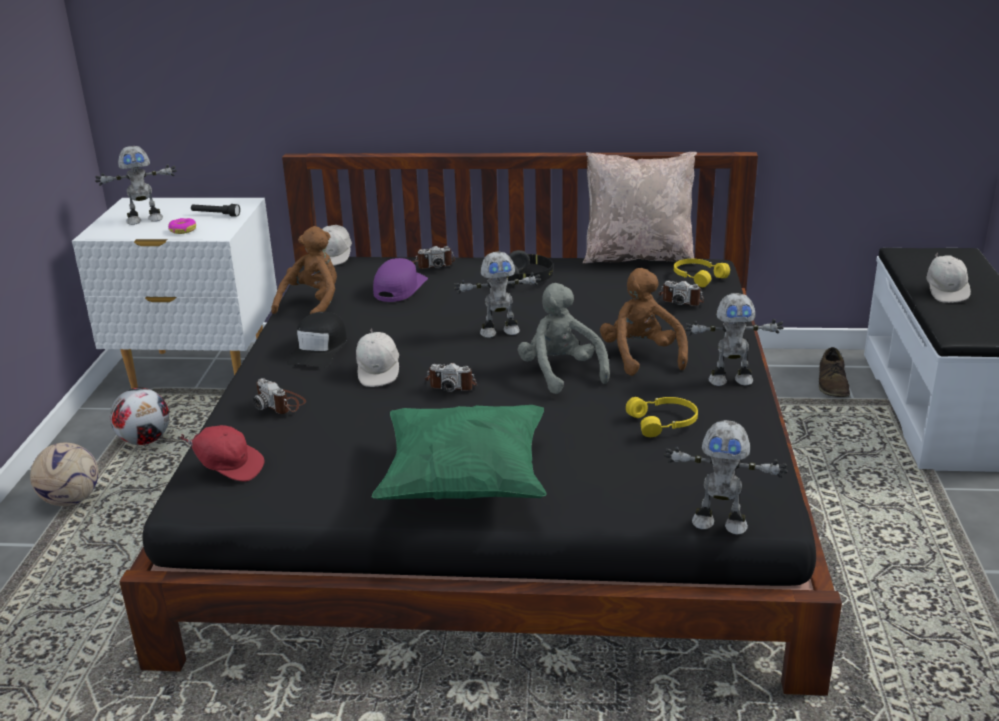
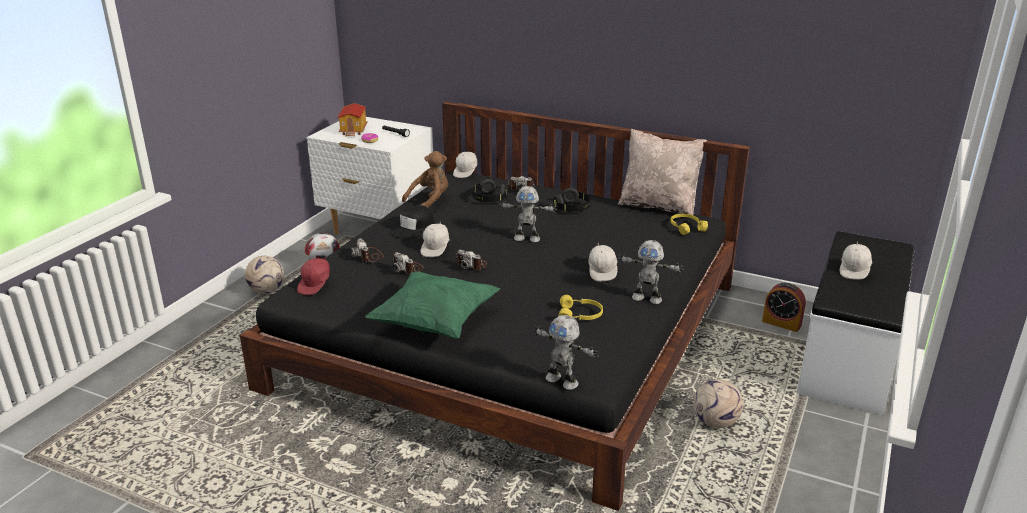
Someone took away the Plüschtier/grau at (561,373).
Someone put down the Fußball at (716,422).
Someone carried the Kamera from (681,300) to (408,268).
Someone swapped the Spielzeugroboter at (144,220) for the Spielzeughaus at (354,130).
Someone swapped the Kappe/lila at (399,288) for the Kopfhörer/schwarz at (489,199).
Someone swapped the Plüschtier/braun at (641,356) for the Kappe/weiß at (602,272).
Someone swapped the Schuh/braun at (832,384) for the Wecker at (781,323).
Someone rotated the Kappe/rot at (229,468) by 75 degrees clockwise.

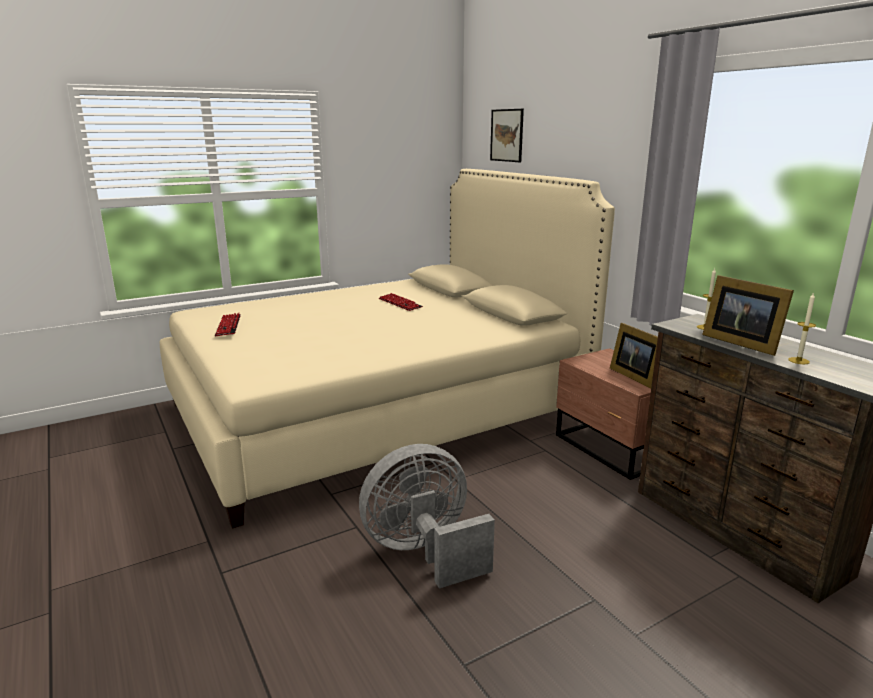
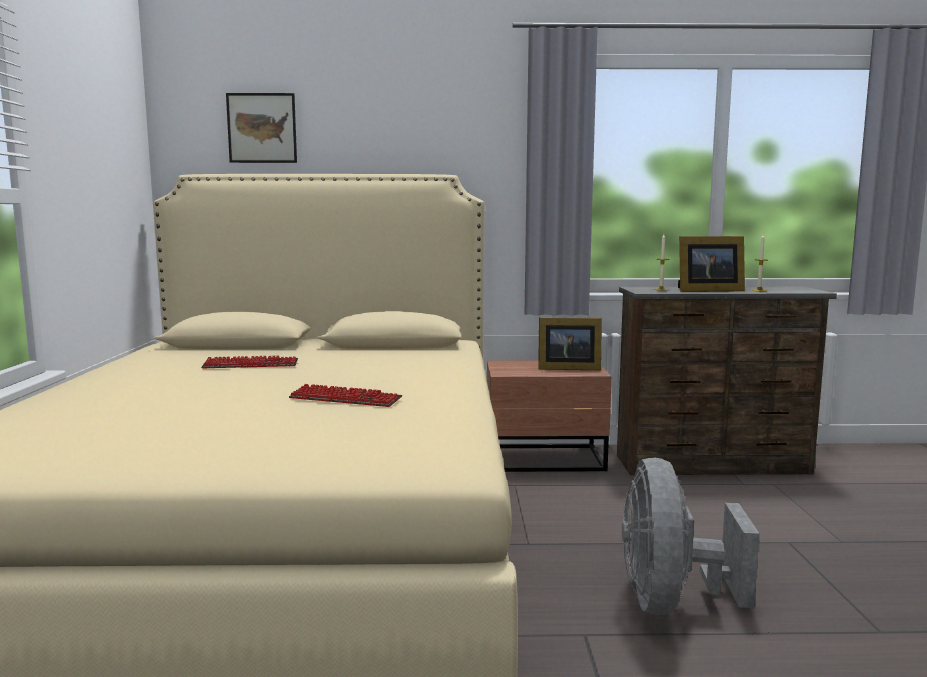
Someone carried the Tastatur from (228,326) to (345,399).

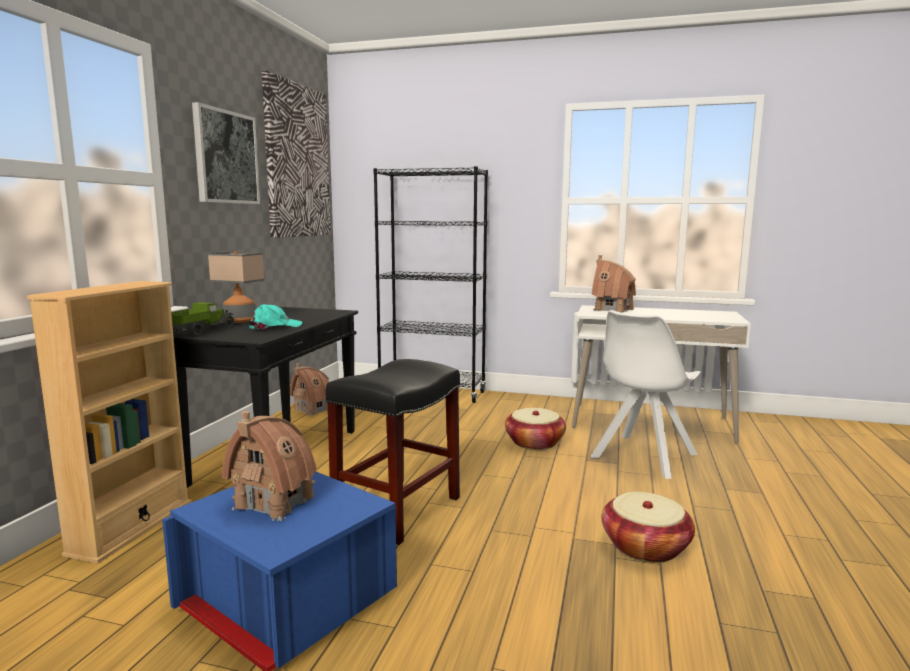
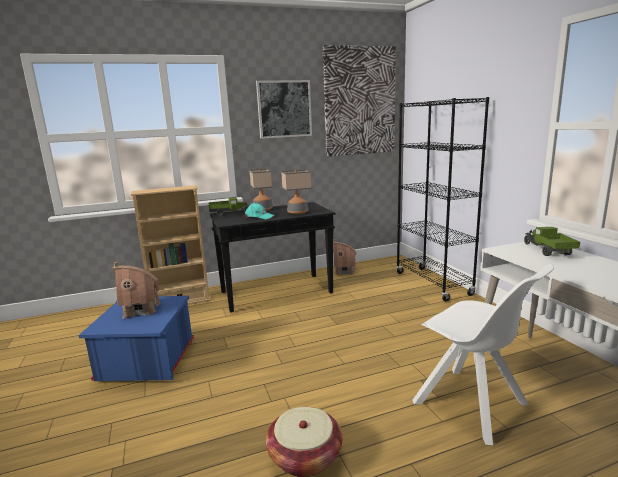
Someone took away the Hocker/schwarz at (398,509).
Someone took away the Korb at (534,443).
Someone put down the Tischlampe at (298,212).
Someone swapped the Spielzeughaus at (612,309) for the Spielzeuglaster at (547,250).
Someone rotated the Stuhl/weiß at (642,457) by 135 degrees counterclockwise.

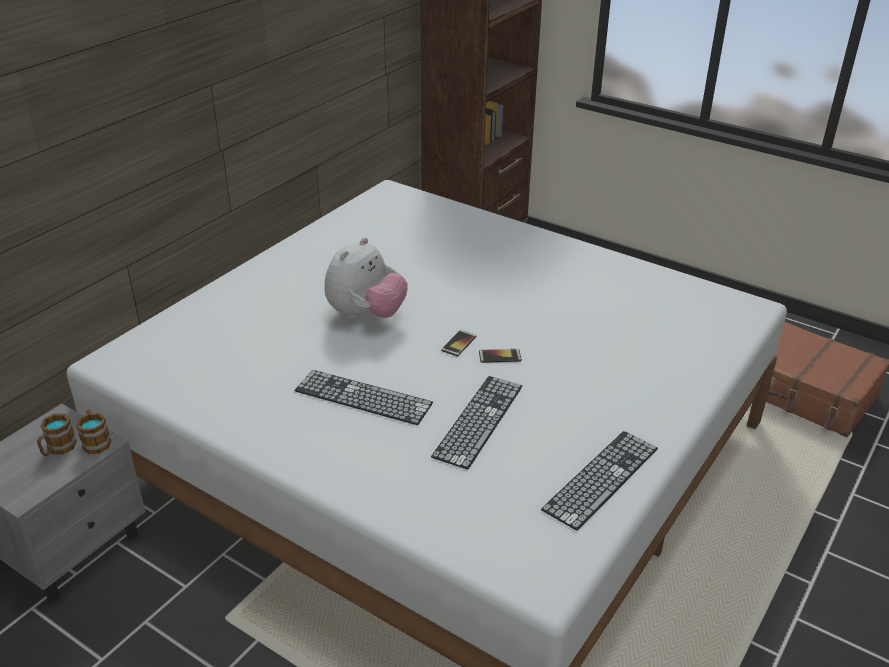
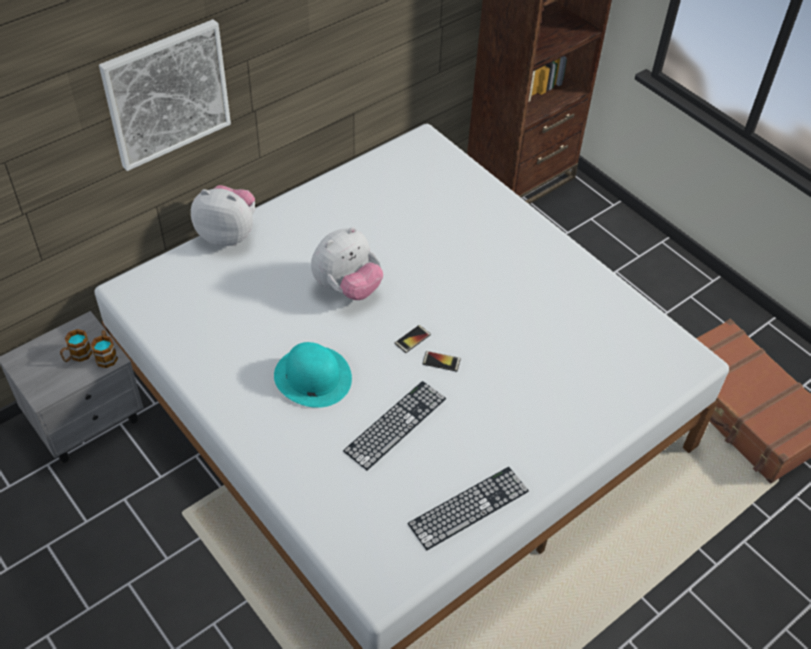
Someone put up the Bild at (167,94).
Someone put down the Plüschtier at (228,234).
Someone swapped the Tastatur at (363,397) for the Hut/türkis at (312,377).

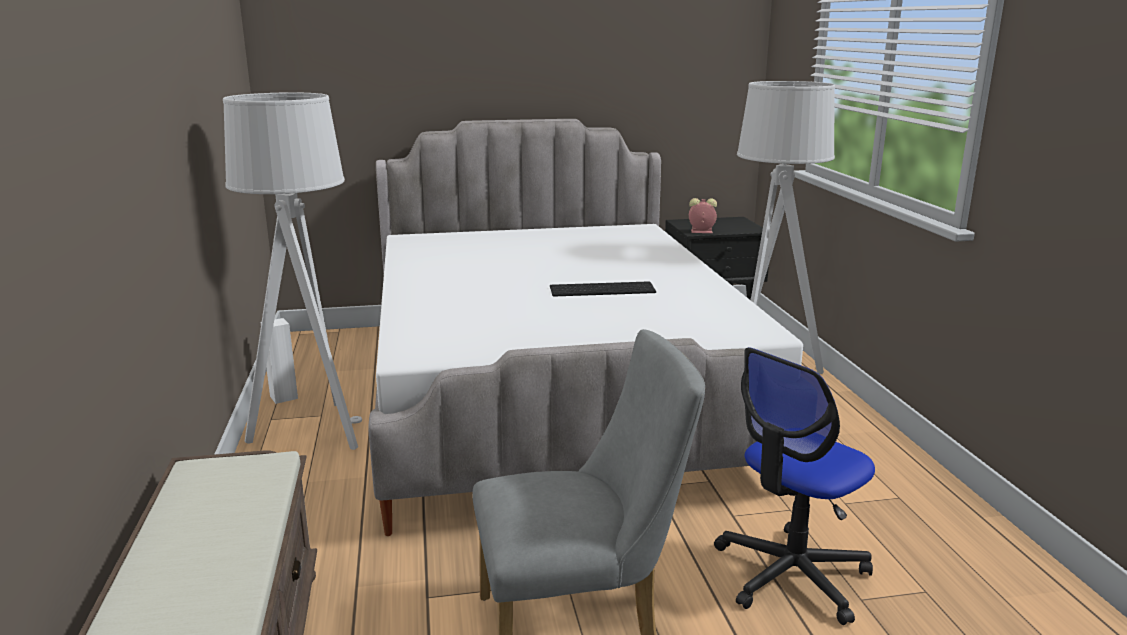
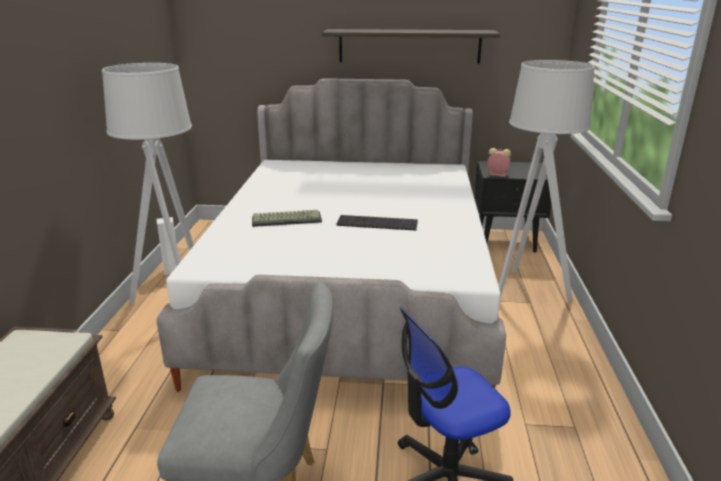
Someone put down the Tastatur at (287,219).
Someone put up the Wandregal at (409,46).

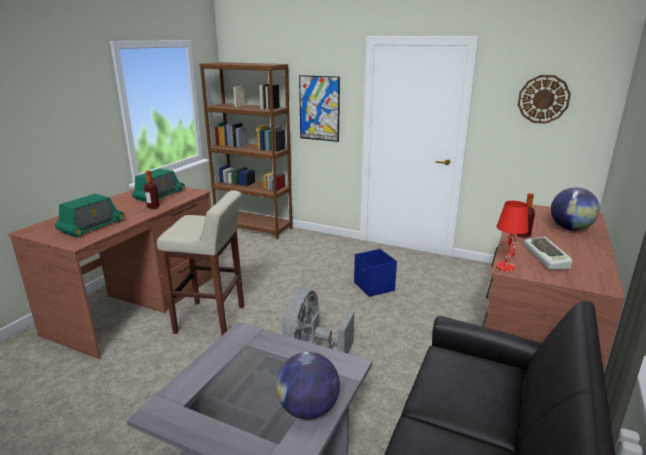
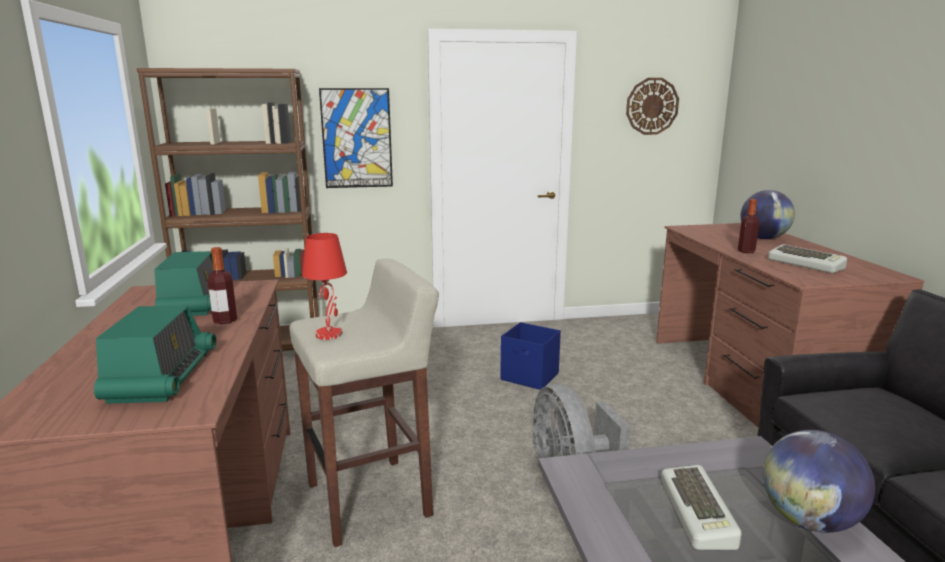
Someone put down the Tastatur at (700,514).
Someone carried the Tischlampe/rot from (505,267) to (329,334).

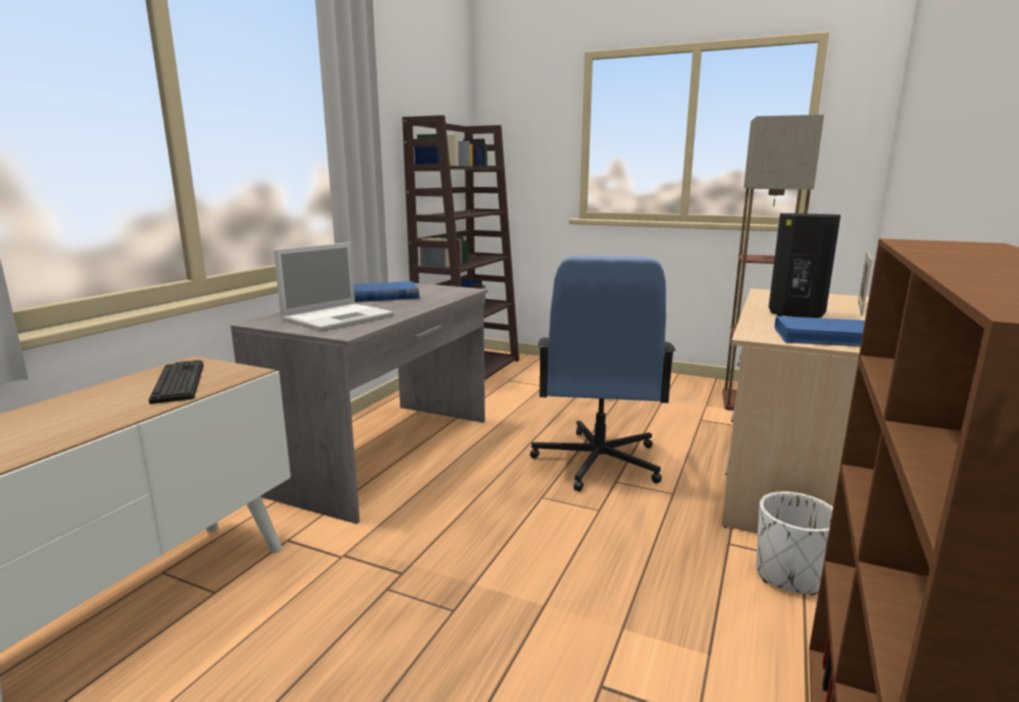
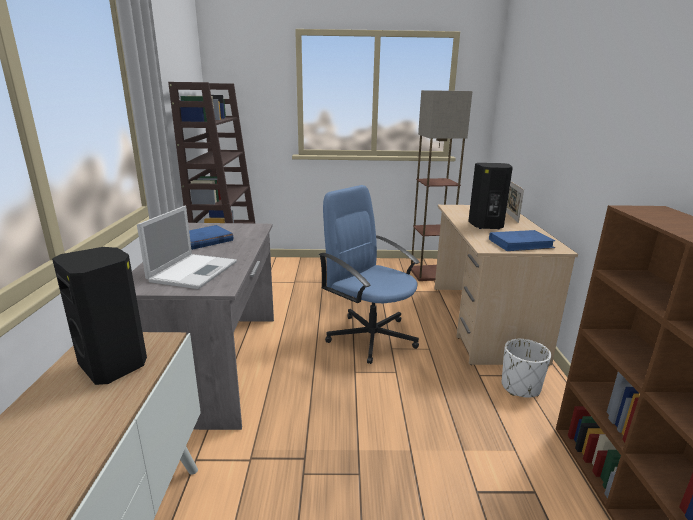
Someone swapped the Tastatur at (179,382) for the Lautsprecher/schwarz at (115,365).
Someone rotated the Bürostuhl/blau at (597,462) by 150 degrees clockwise.

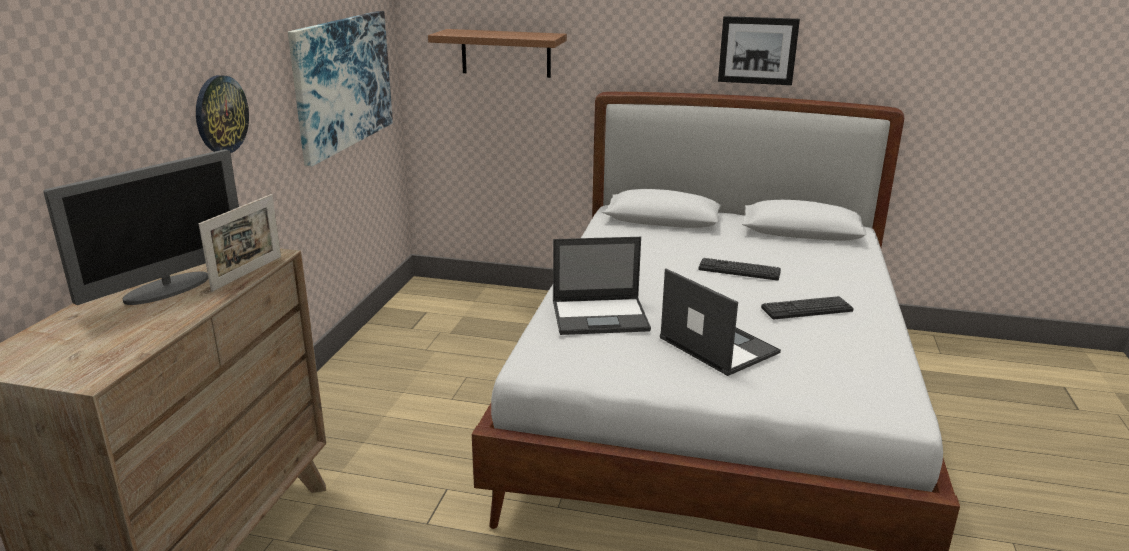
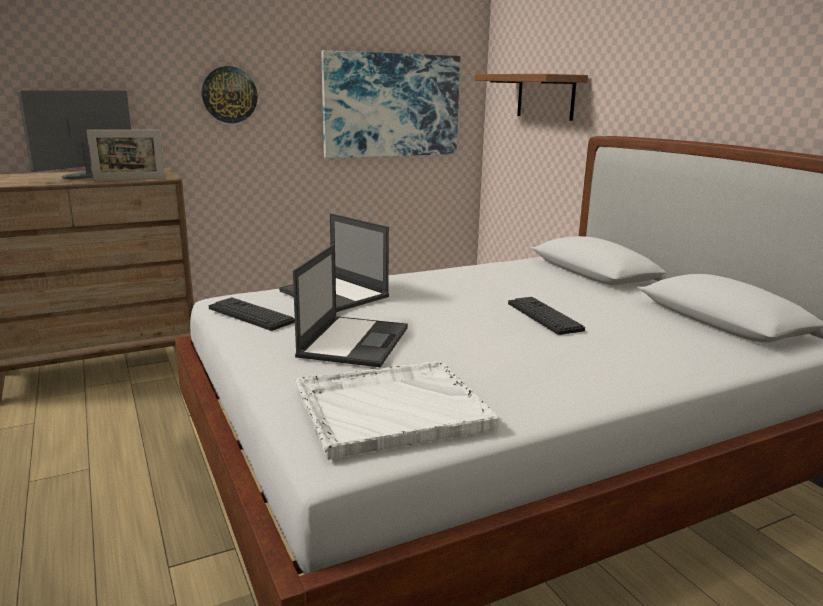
Someone took away the Bild at (757,50).
Someone put down the Tablett/weiß at (390,409).
Someone carried the Tastatur from (806,309) to (250,315).
Someone rotated the Monitor at (168,289) by 120 degrees clockwise.

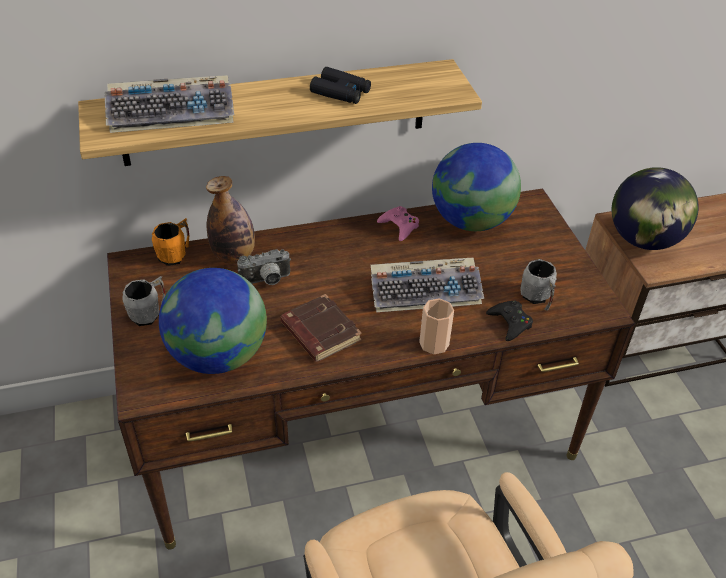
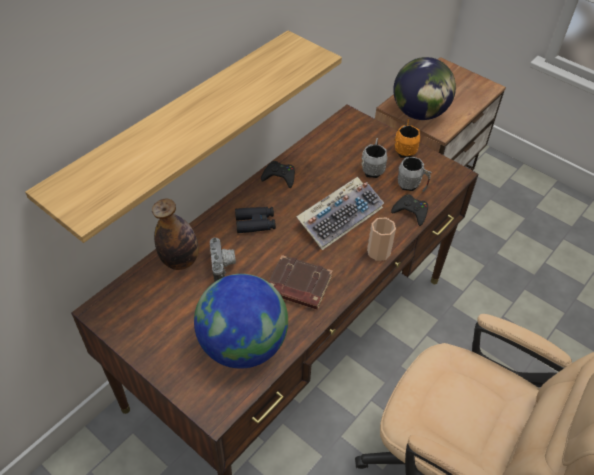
Someone took away the Tastatur at (173,112).
Someone took away the Globus at (471,221).
Someone carried the Henkelbecher/grau from (149,313) to (372,168).
Someone carried the Henkelbecher/orange from (175,255) to (405,149).
Someone carried the Fernglas/schwarz from (341,92) to (255,223).
Someone repainted the Gamepad/rosa at (399,226), which became the Gamepad/schwarz at (279,177).
Someone rotated the Kamera at (266,281) by 45 degrees counterclockwise.

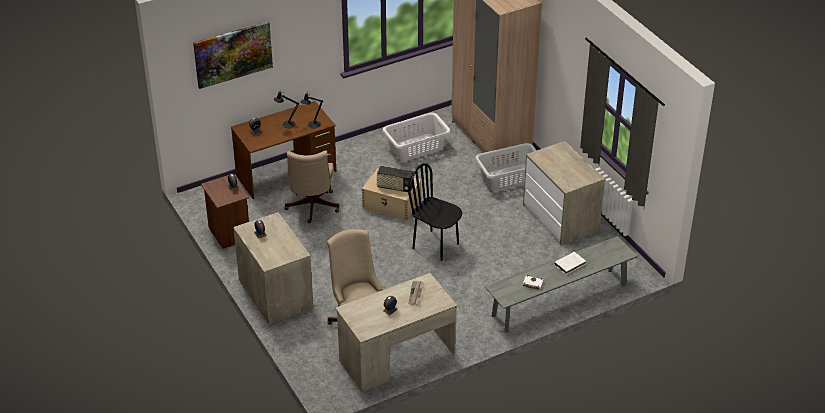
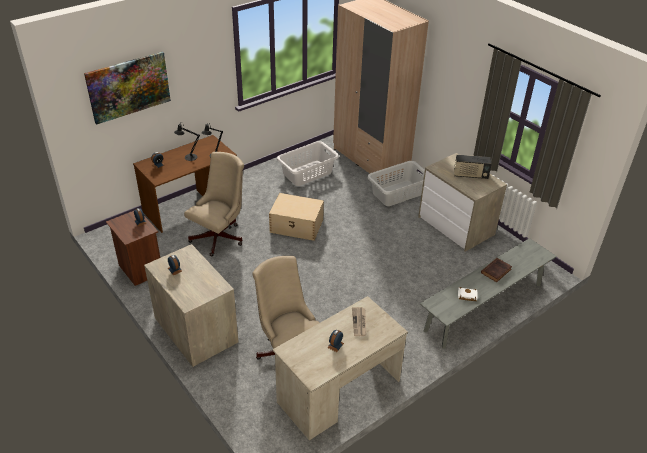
Someone took away the Stuhl/schwarz at (436,246).
Someone carried the Radio from (395,187) to (470,175).
Someone repainted the Buch/weiß at (570,264), which became the Buch/braun at (496,271).
Someone rotated the Bürostuhl/beige at (311,208) by 135 degrees counterclockwise.

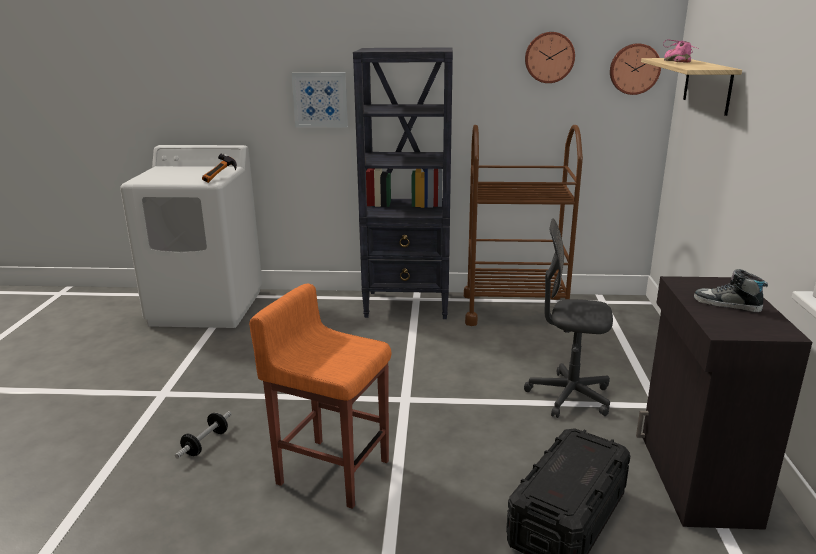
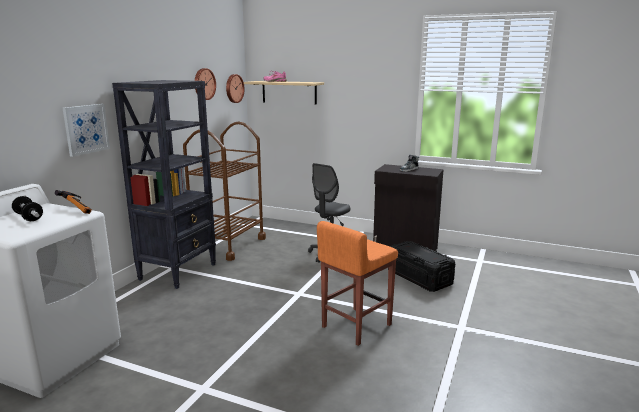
Someone carried the Hantel from (206,443) to (28,217).

